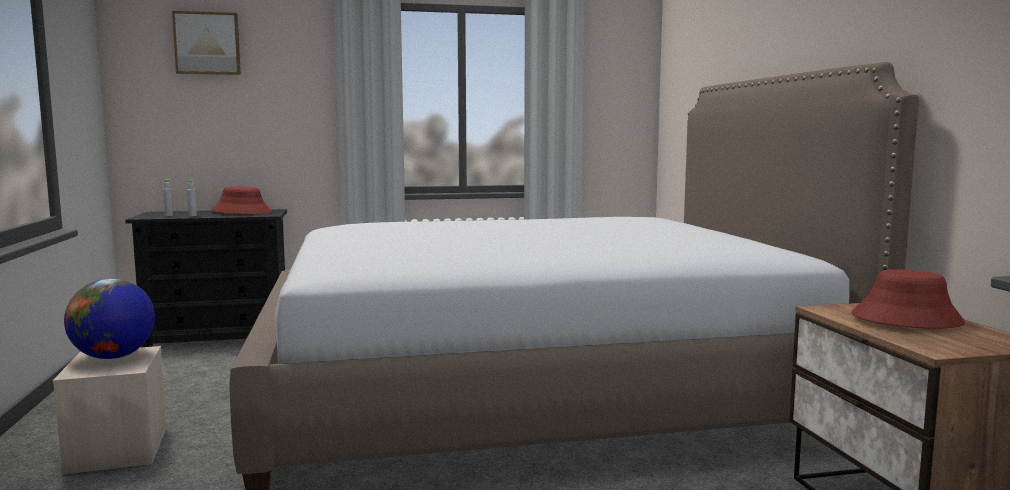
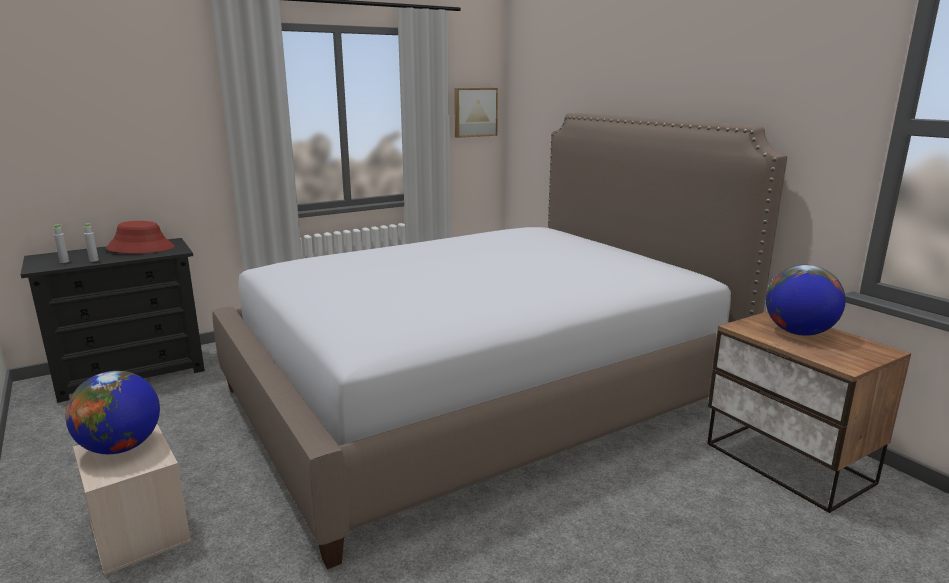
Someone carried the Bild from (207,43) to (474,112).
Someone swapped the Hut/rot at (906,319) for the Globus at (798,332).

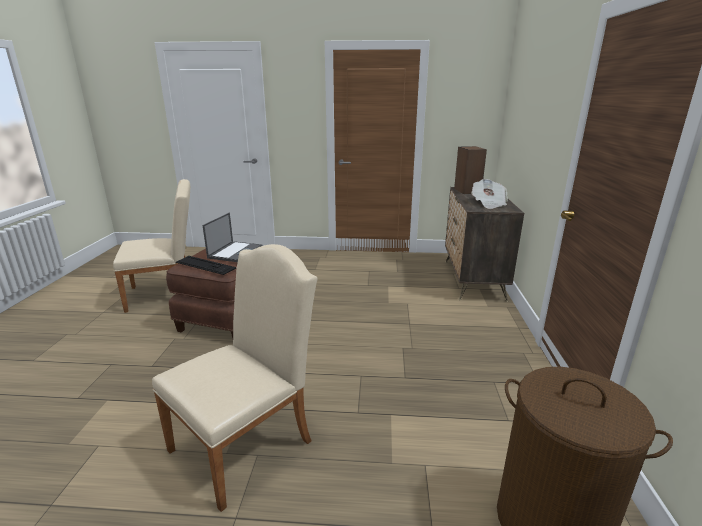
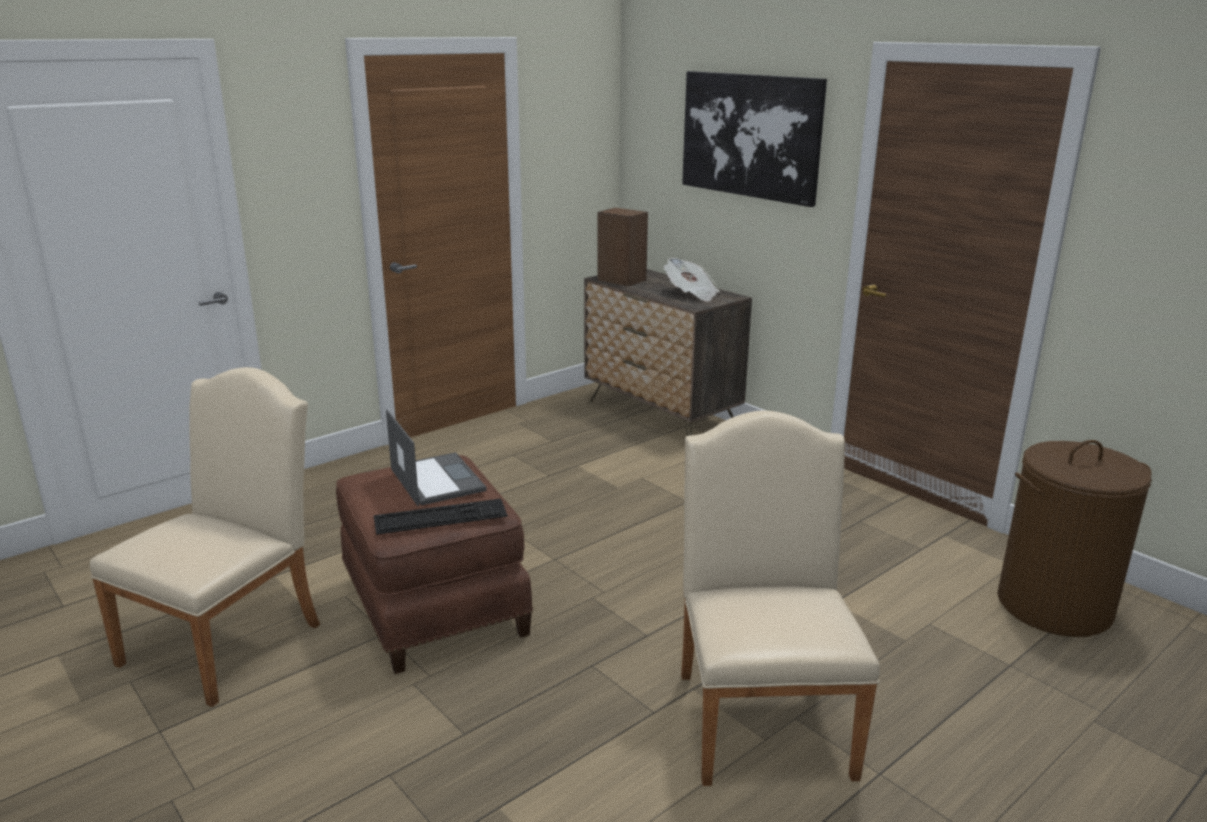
Someone put up the Bild at (750,136).

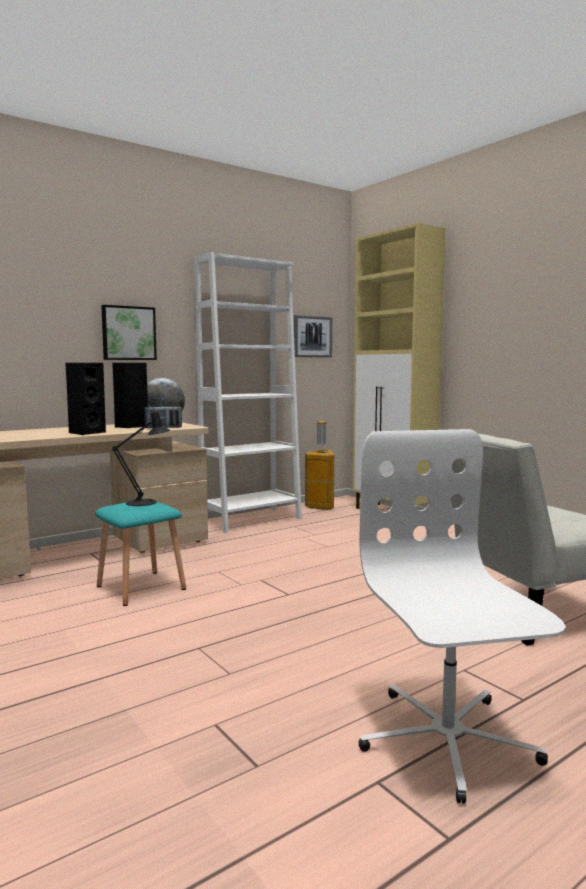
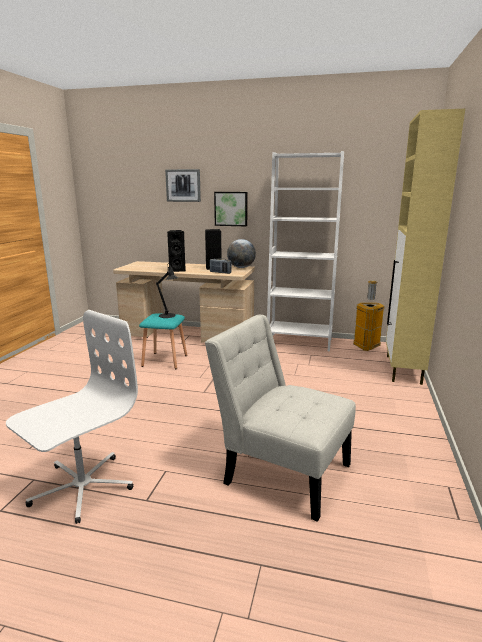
Someone carried the Bild from (312,336) to (183,185).

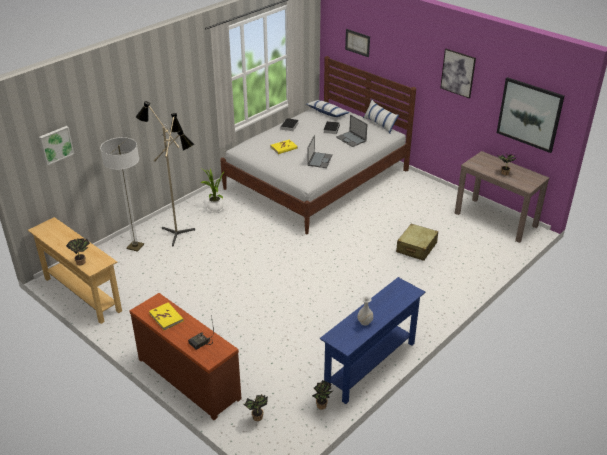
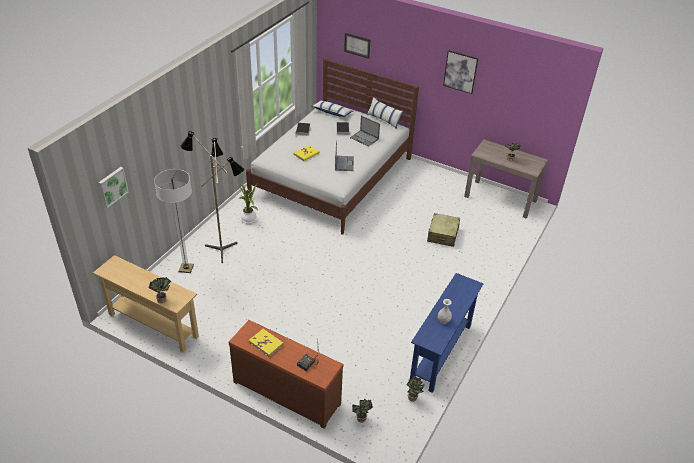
Someone took away the Bild at (529,114).

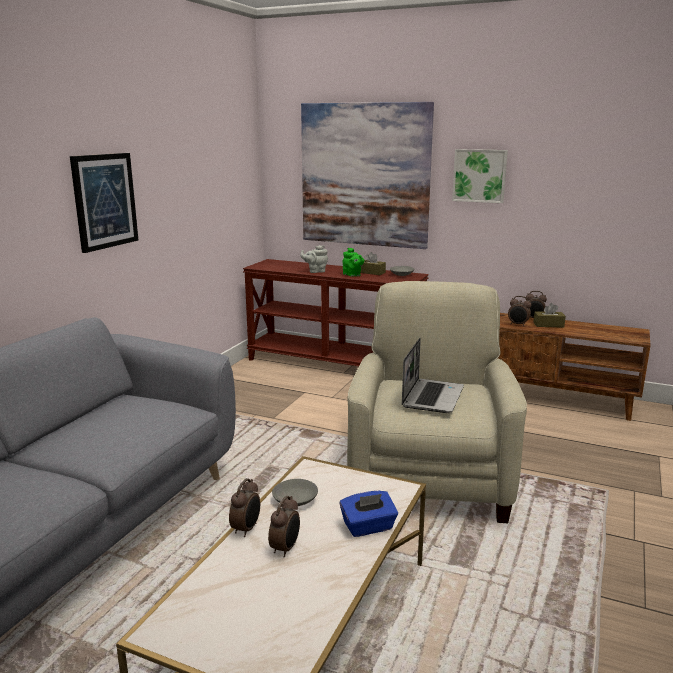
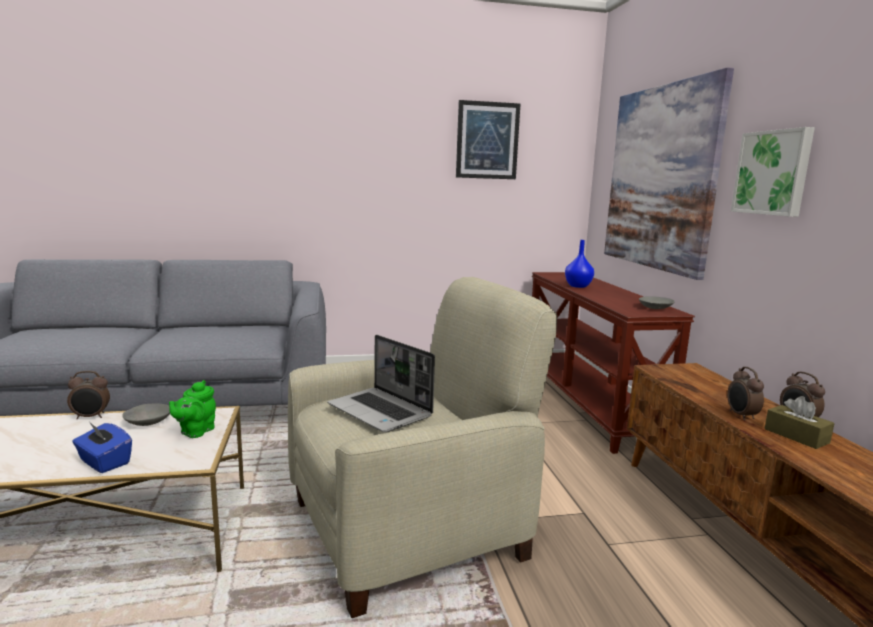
Someone took away the Wecker at (286,548).
Someone took away the Taschentuchbox/braun at (371,272).
Someone carried the Bild from (104,201) to (487,140).
Someone carried the Teekanne/grün from (352,275) to (195,432).
Someone swapped the Teekanne/grau at (315,271) for the Vase/blau at (578,286).
Someone rotated the Laptop at (432,397) by 60 degrees clockwise.

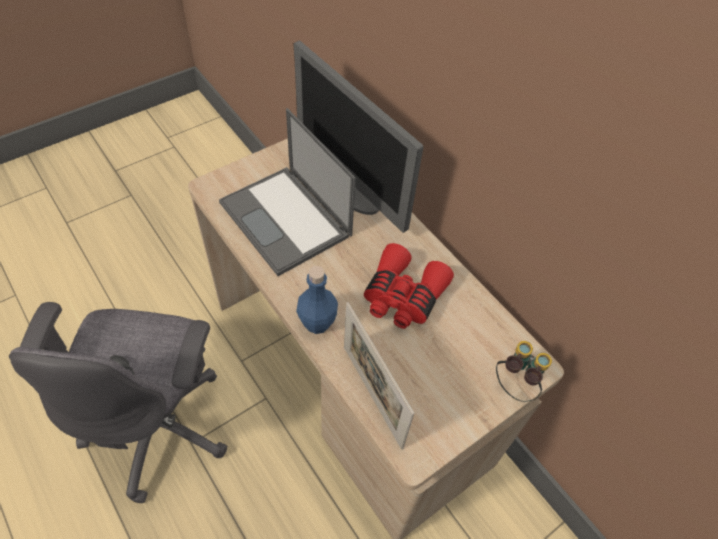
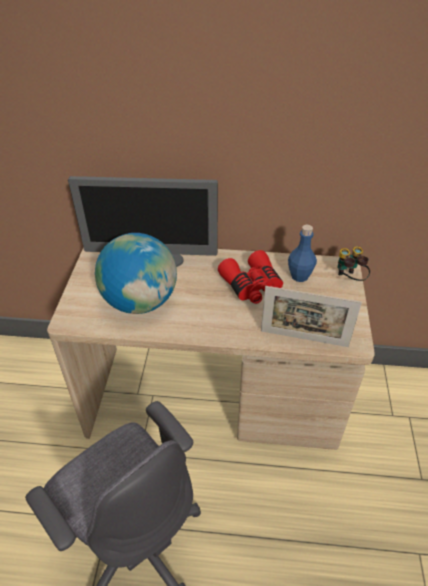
Someone carried the Flasche/blau from (317,323) to (299,276).
Someone swapped the Laptop at (286,220) for the Globus at (140,301).

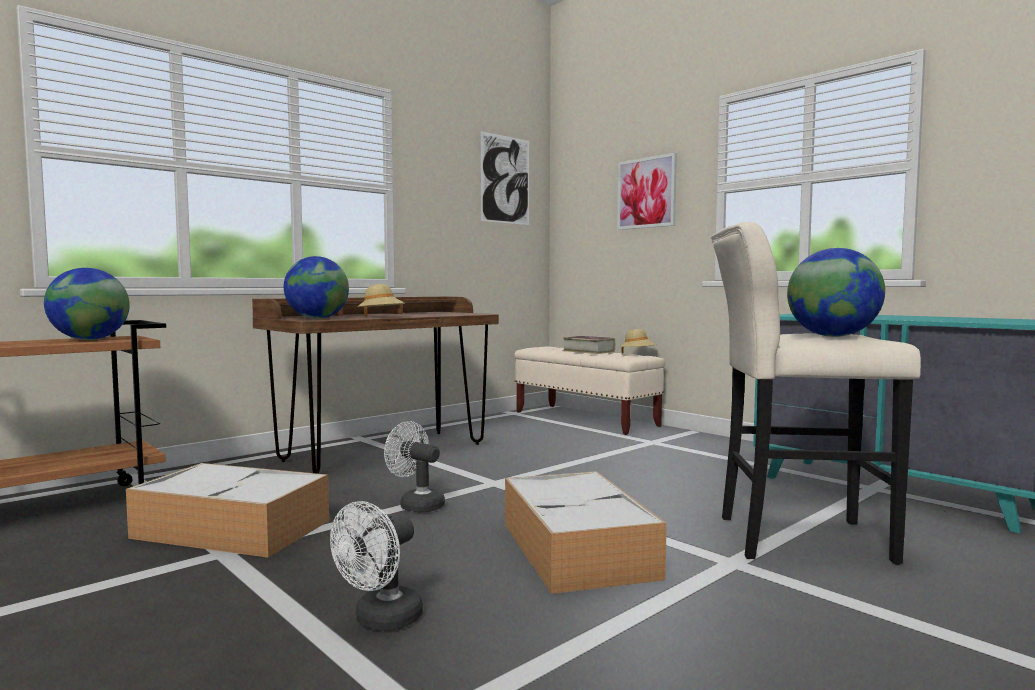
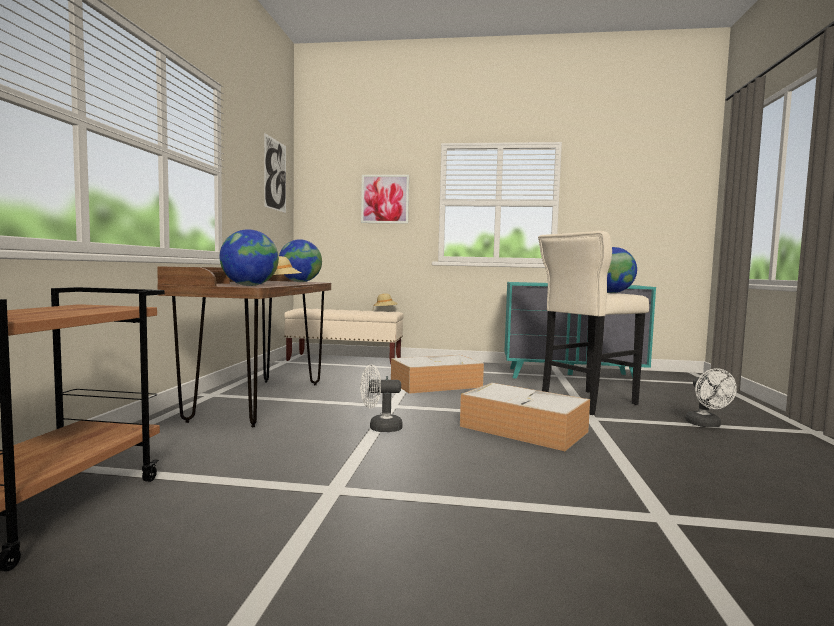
Someone took away the Buch at (588,351).
Someone carried the Globus from (89,339) to (300,282).
Someone carried the Aufbewahrungsbox from (235,529) to (437,384).
Someone carried the Ventilator/weiß from (381,621) to (706,425).

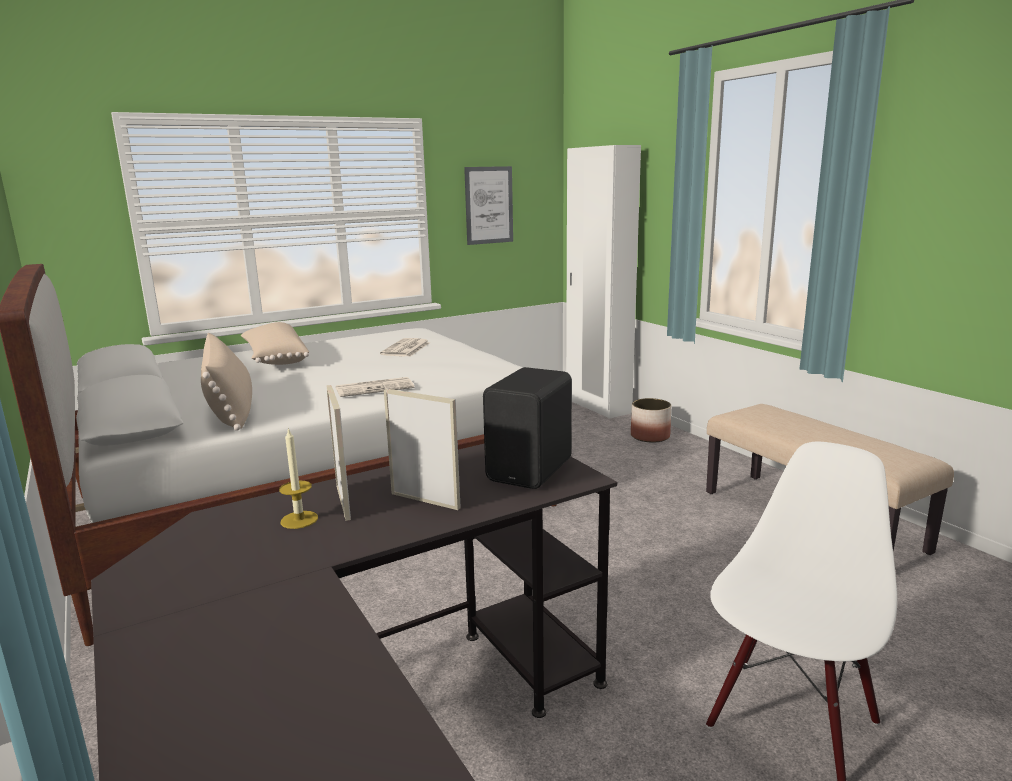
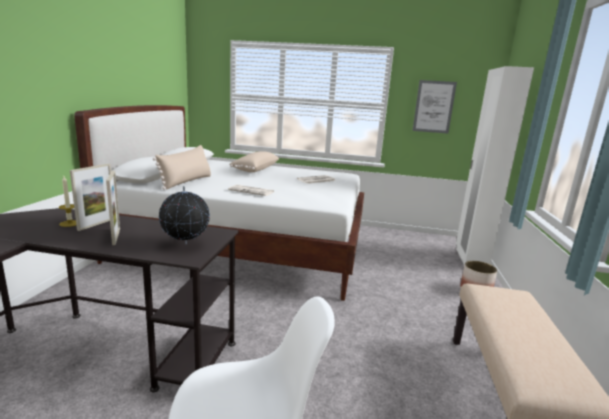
Someone swapped the Lautsprecher/schwarz at (532,470) for the Globus at (185,245).

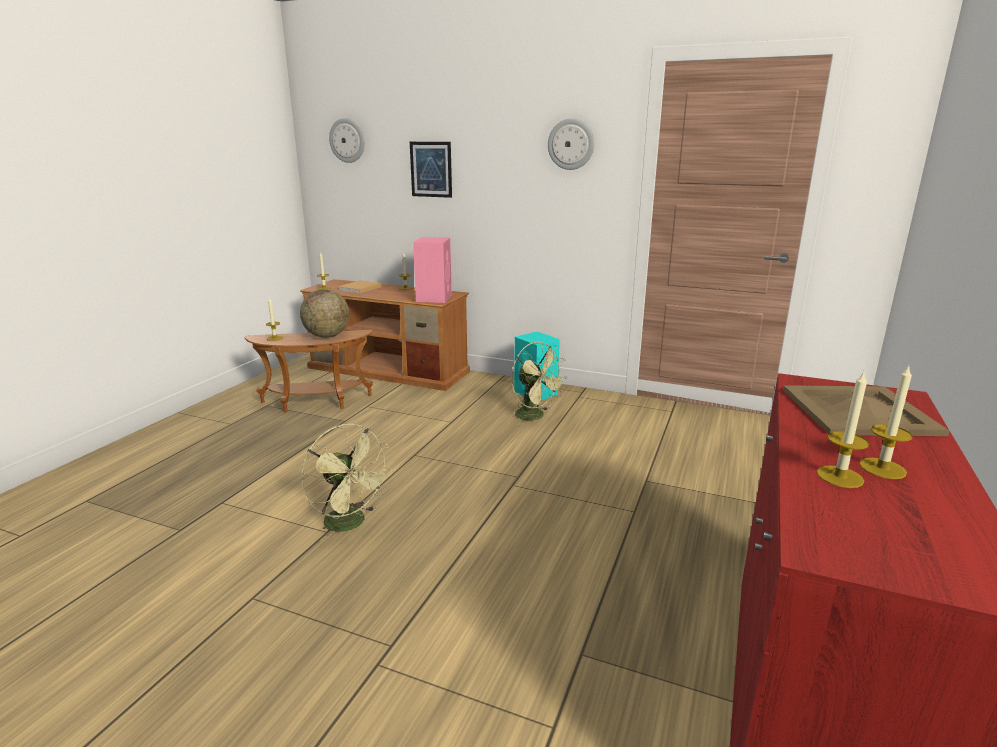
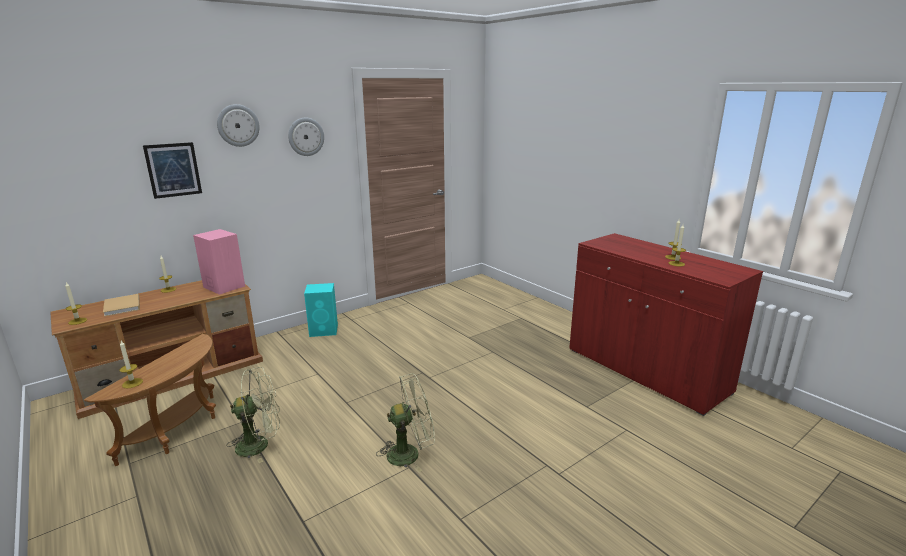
Someone took away the Globus at (327,336).
Someone took away the Tablett/beige at (860,411).
Someone carried the Wanduhr from (347,140) to (238,125).
Someone carried the Ventilator/grün from (535,416) to (260,444).

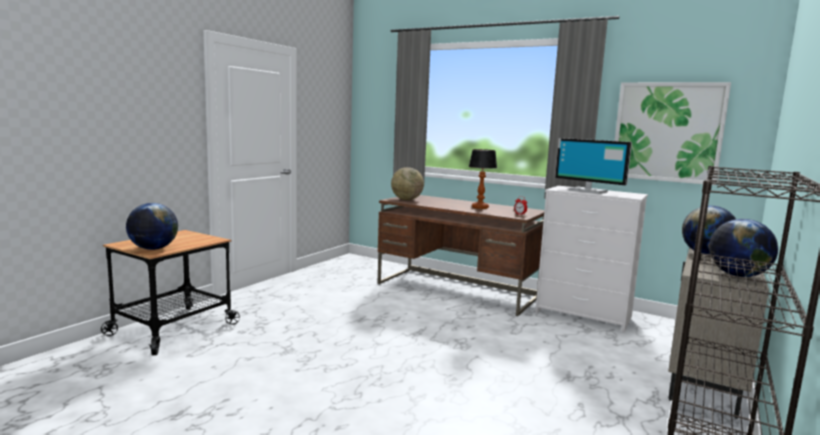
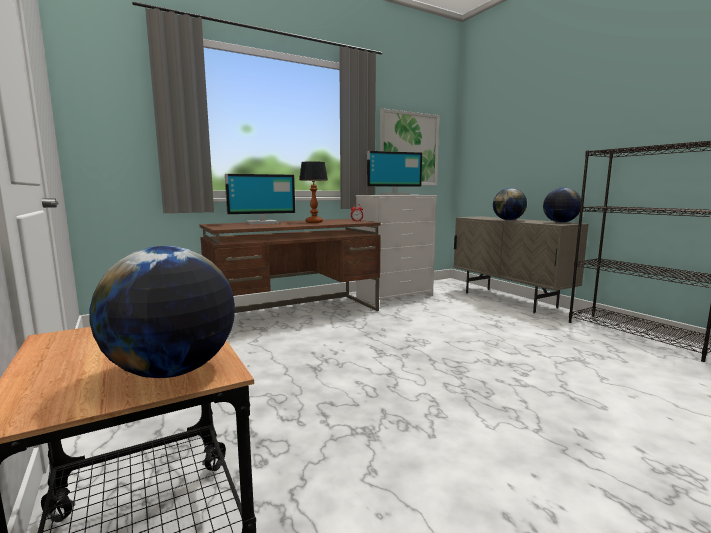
Someone took away the Globus at (406,199).
Someone put down the Monitor at (262,223).

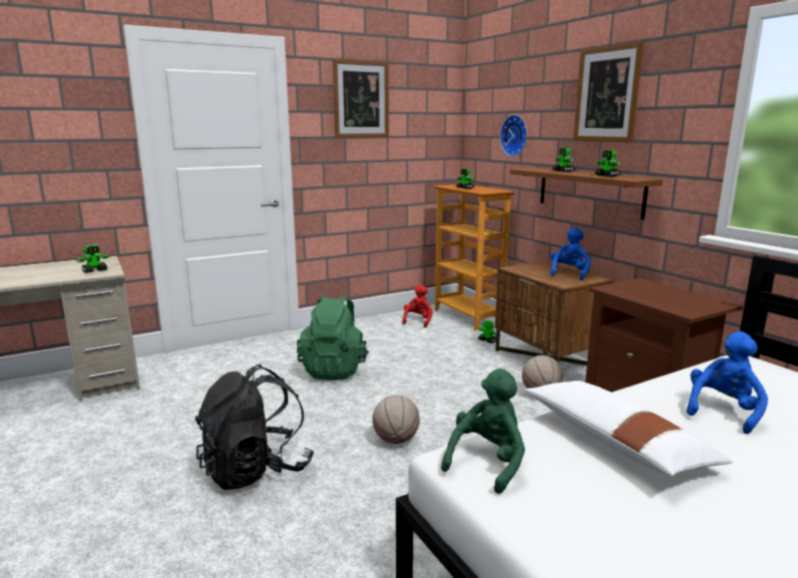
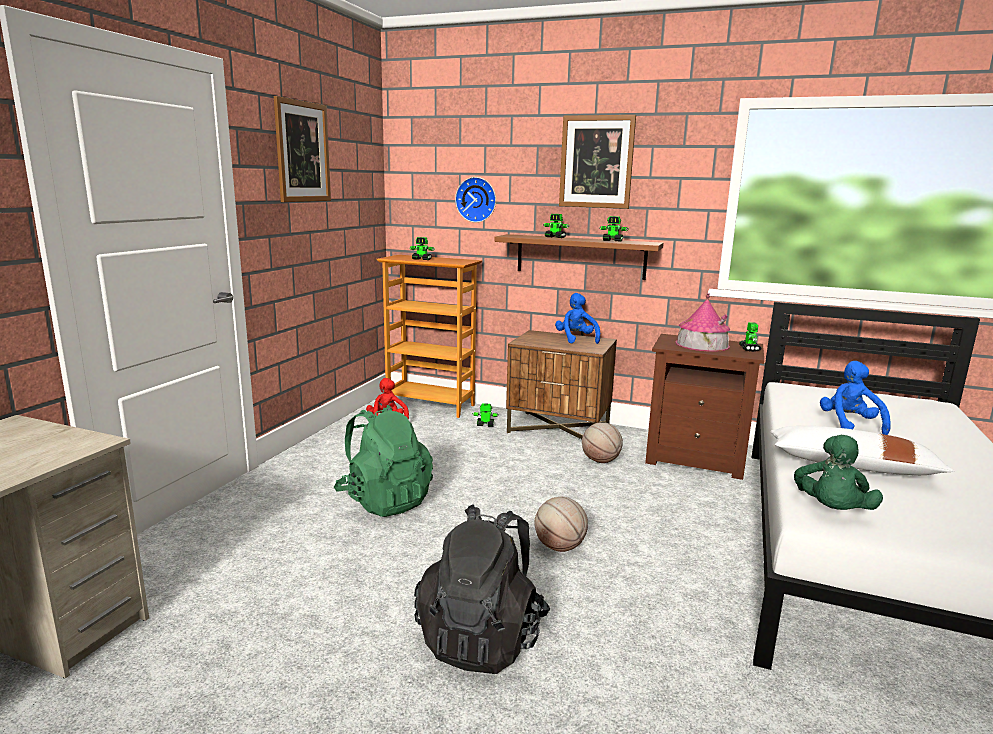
Someone put down the Spielzeughaus at (702,344).
Someone carried the Spielzeugroboter from (95,270) to (749,349).
Someone rotated the Plüschtier/grün at (487,462) by 150 degrees counterclockwise.

